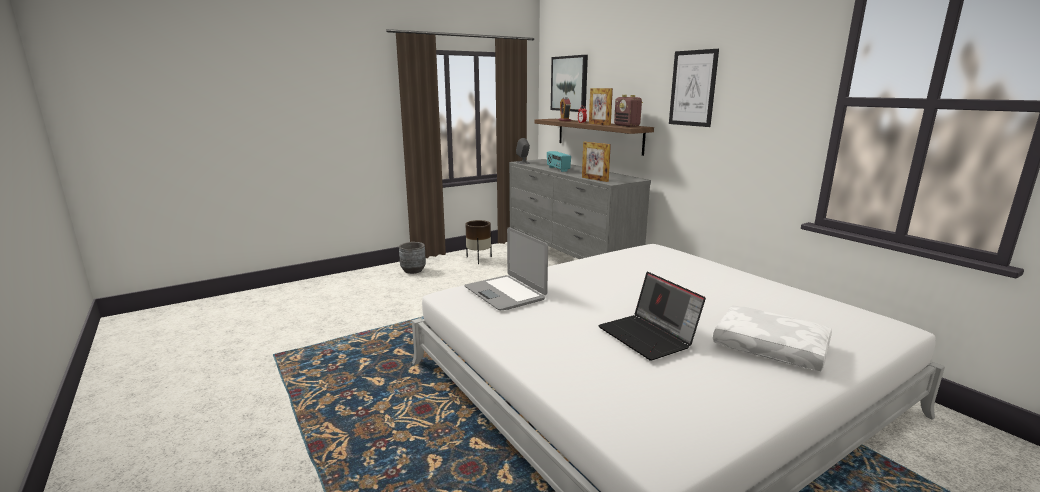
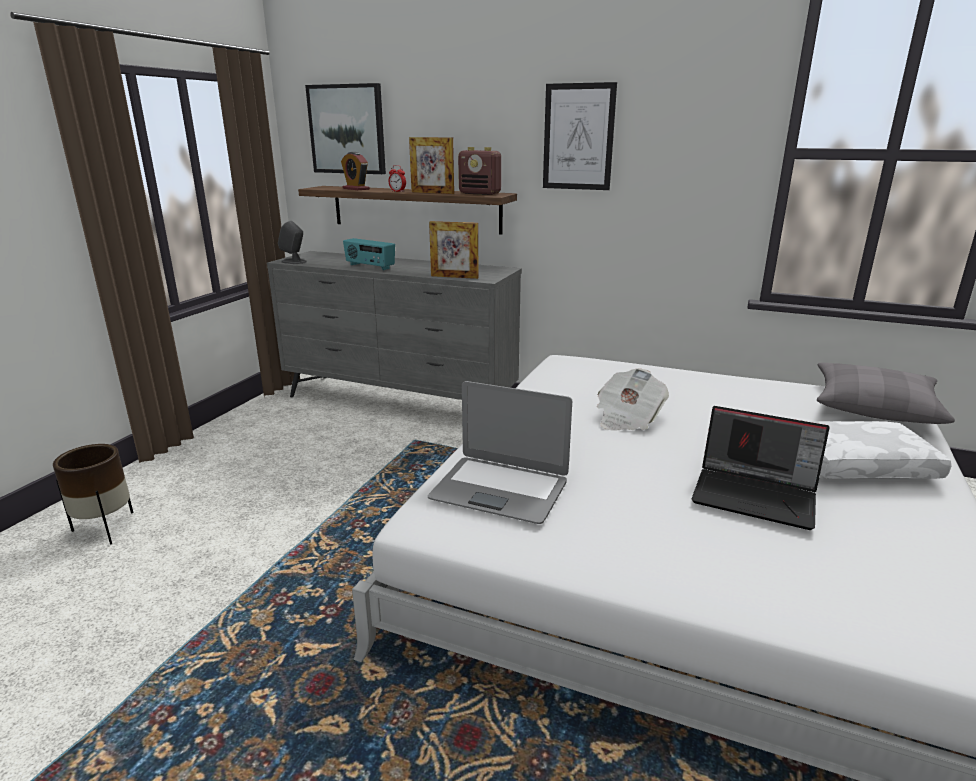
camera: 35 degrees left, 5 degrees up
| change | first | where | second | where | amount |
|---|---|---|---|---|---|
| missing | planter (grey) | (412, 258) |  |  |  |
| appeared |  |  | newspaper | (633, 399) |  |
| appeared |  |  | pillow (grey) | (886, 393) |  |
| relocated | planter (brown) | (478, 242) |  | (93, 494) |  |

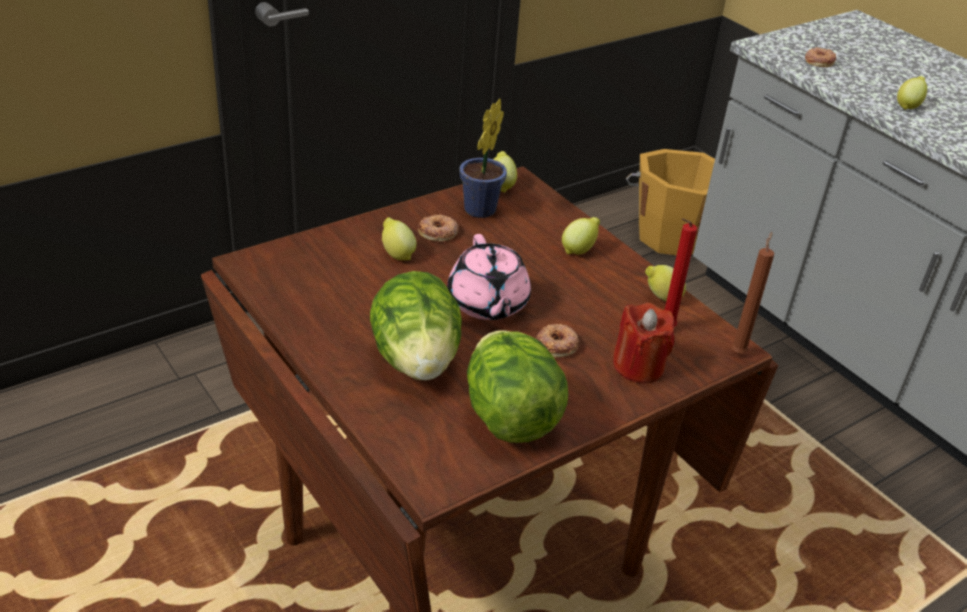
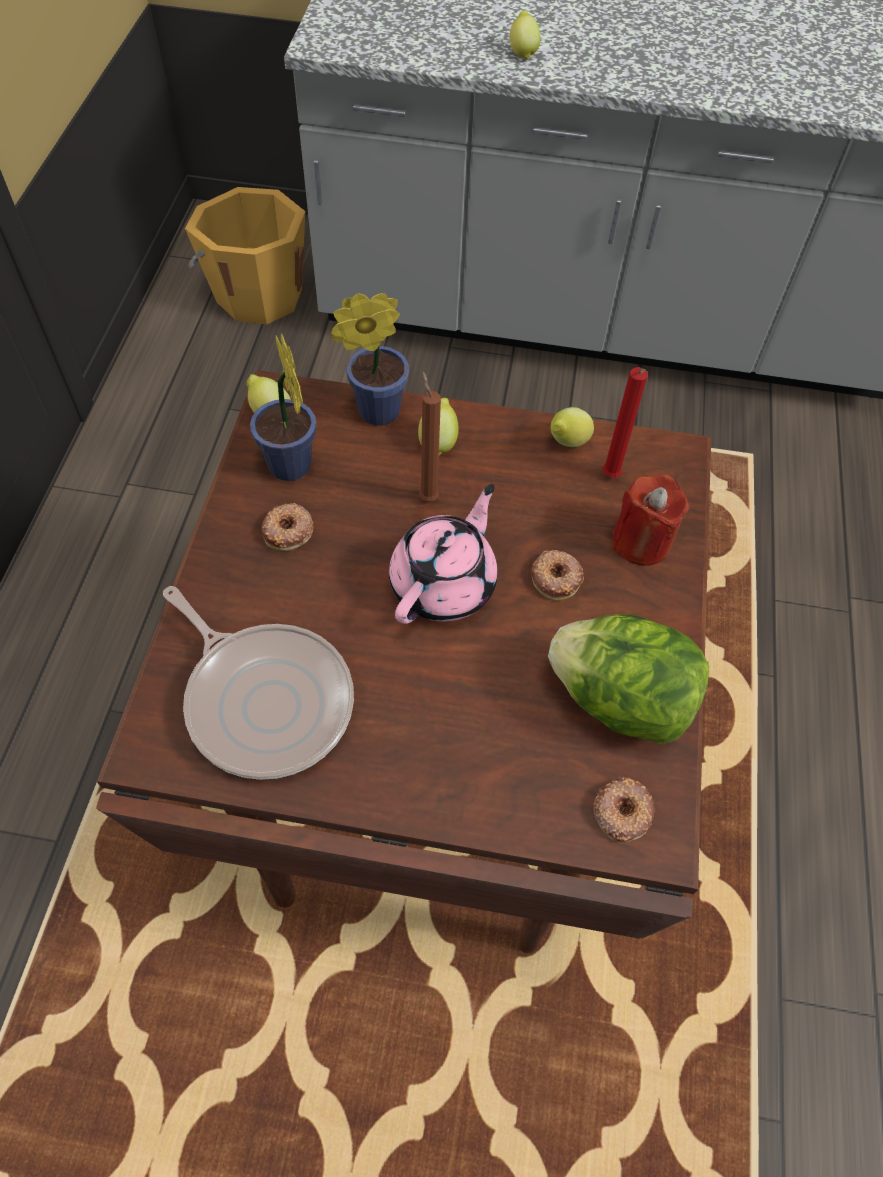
camera: 45 degrees left, 20 degrees up
| change | first | where | second | where | amount |
|---|---|---|---|---|---|
| missing | lettuce | (416, 326) |  |  |  |
| missing | lemon | (399, 238) |  |  |  |
| appeared |  |  | frying pan | (258, 683) |  |
| appeared |  |  | potted plant | (370, 359) |  |
| relocated | candle (brown) | (752, 293) |  | (430, 436) |  |
| relocated | donut | (820, 57) |  | (623, 809) |  |
| spun | teapot (pink) | (489, 277) |  | (443, 554) | 90 degrees counterclockwise |

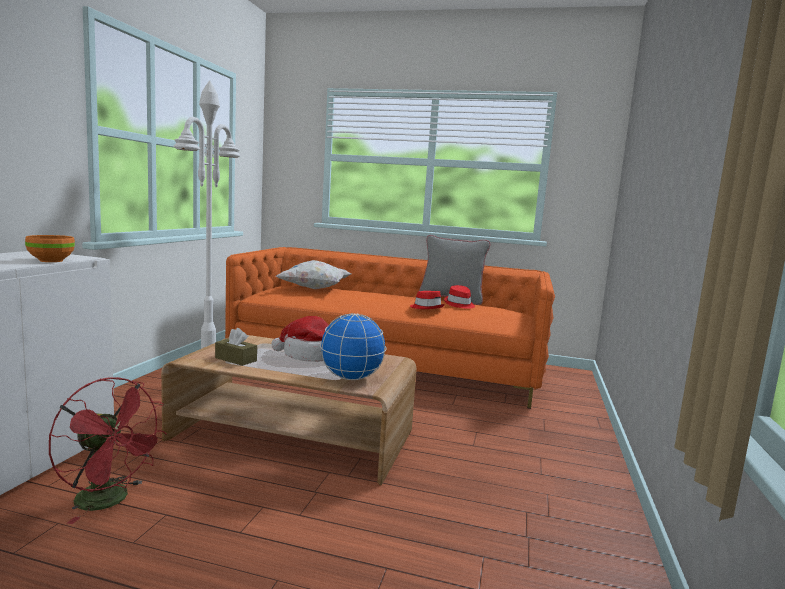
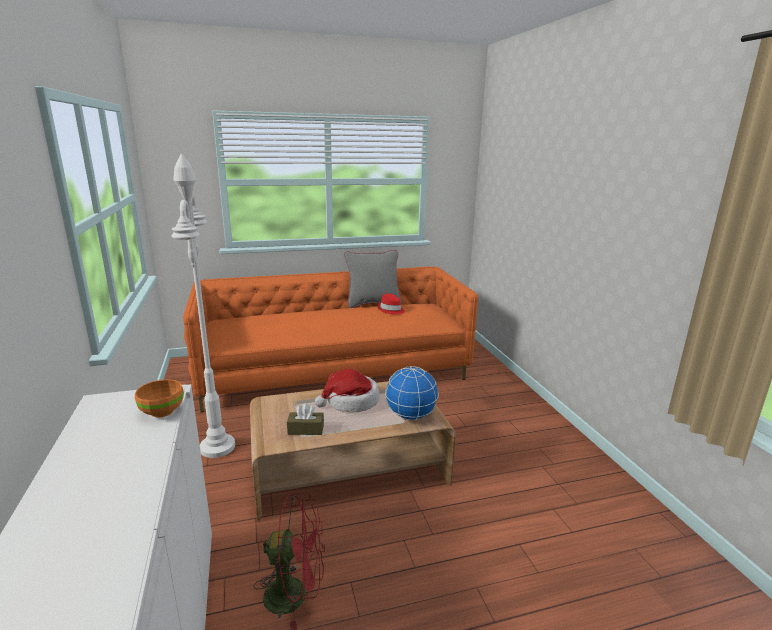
camera: 30 degrees left, 10 degrees up
| change | first | where | second | where | amount |
|---|---|---|---|---|---|
| missing | pillow (white) | (313, 274) |  |  |  |
| missing | hat (red) | (427, 300) |  |  |  |

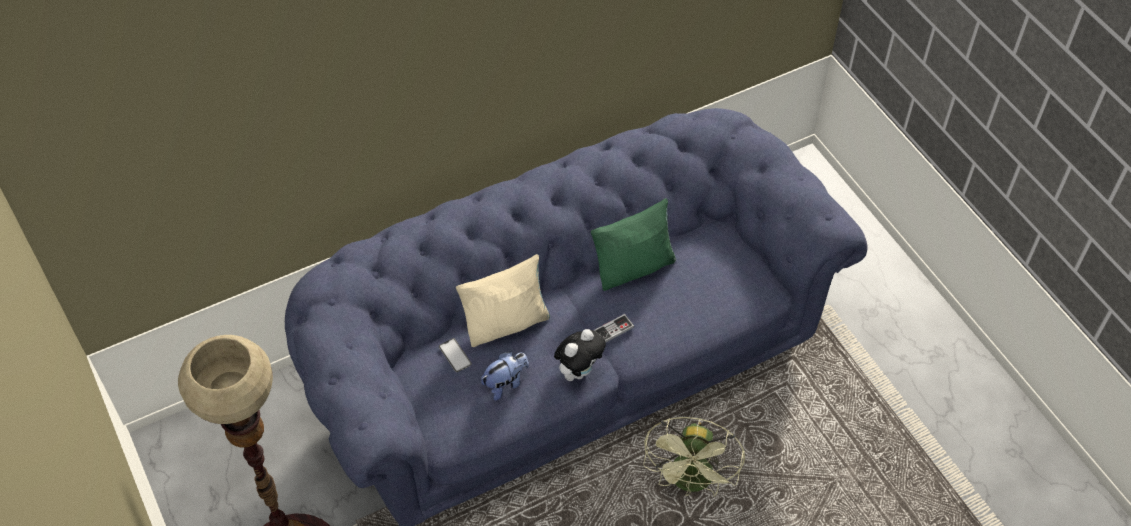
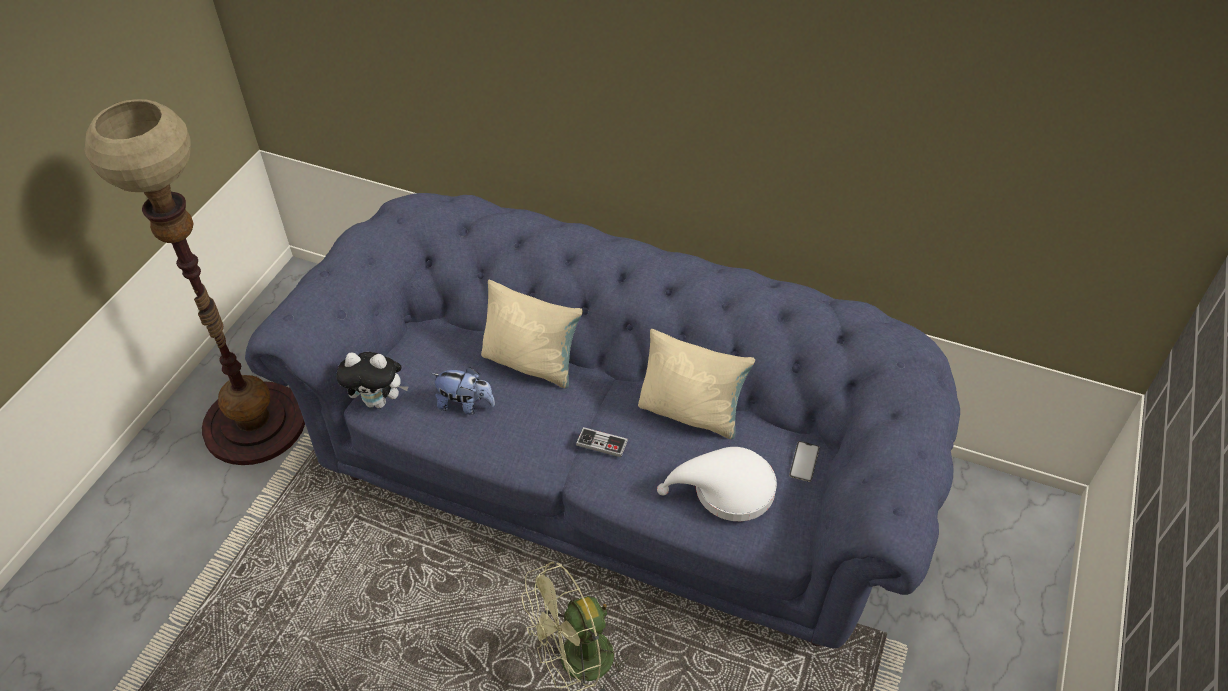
camera: 50 degrees right, 5 degrees down
| change | first | where | second | where | amount |
|---|---|---|---|---|---|
| appeared |  |  | hat (white) | (717, 484) |  |
| relocated | phone | (455, 355) |  | (804, 461) |  |
| relocated | plush toy | (580, 355) |  | (372, 380) |  |
| colour | pillow (green) | (633, 244) | pillow (beige) | (696, 384) |  |

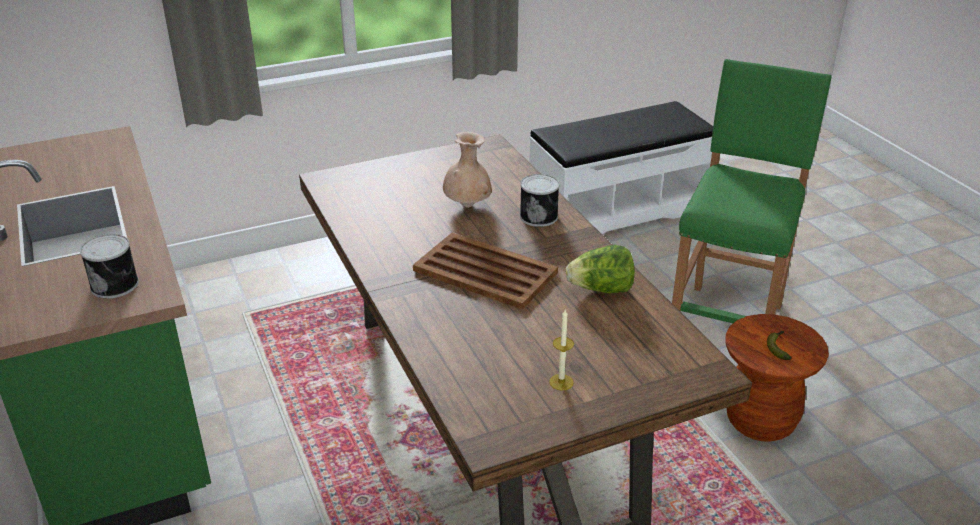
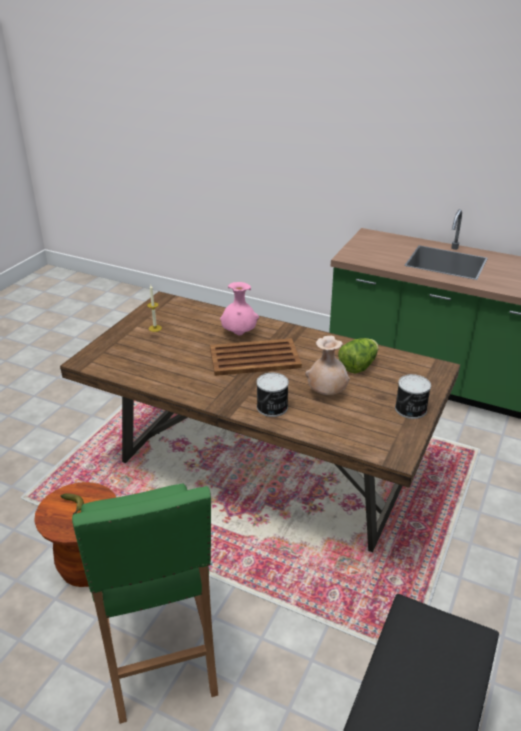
camera: 140 degrees right, 0 degrees up
| change | first | where | second | where | amount |
|---|---|---|---|---|---|
| appeared |  |  | vase (pink) | (239, 309) |  |
| relocated | can | (109, 266) |  | (413, 396) |  |
| relocated | lettuce | (600, 269) |  | (358, 356) |  |

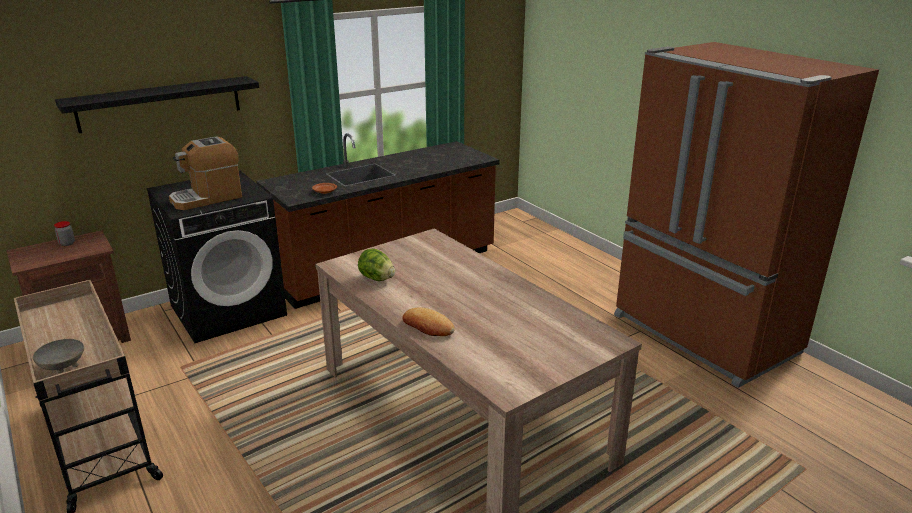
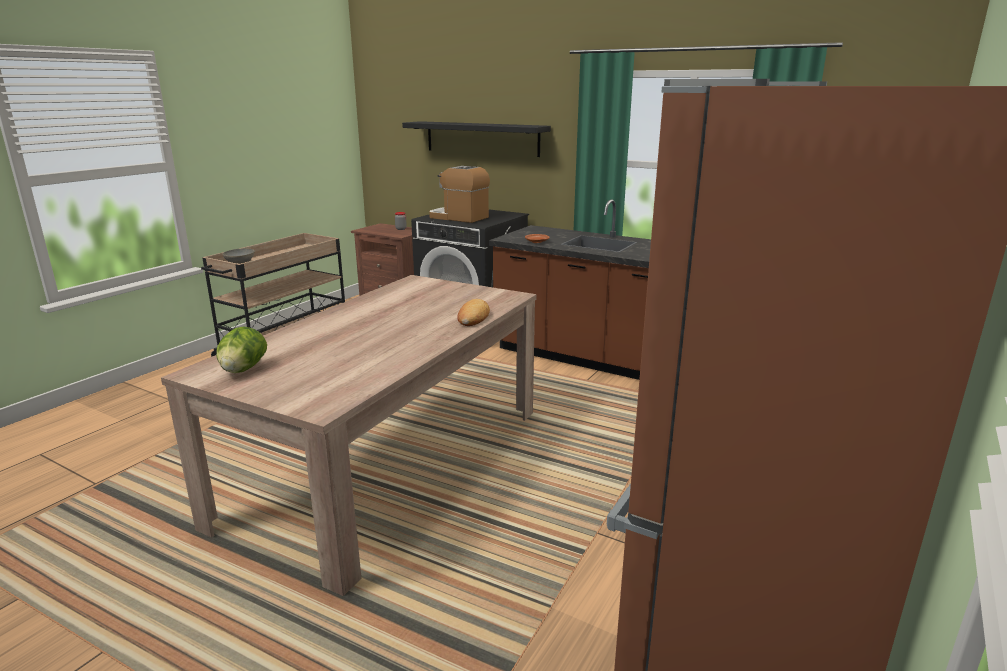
camera: 65 degrees right, 5 degrees down
| change | first | where | second | where | amount |
|---|---|---|---|---|---|
| relocated | lettuce | (376, 265) |  | (241, 350) |  |
| relocated | bread | (429, 321) |  | (473, 312) |  |

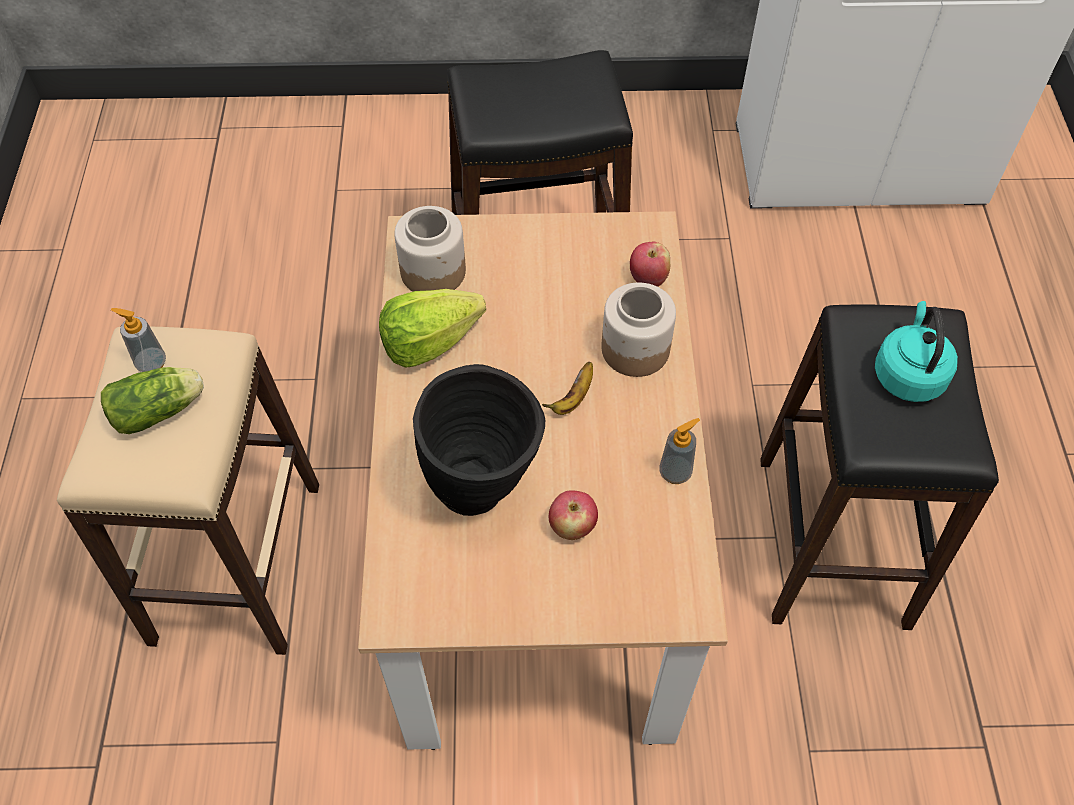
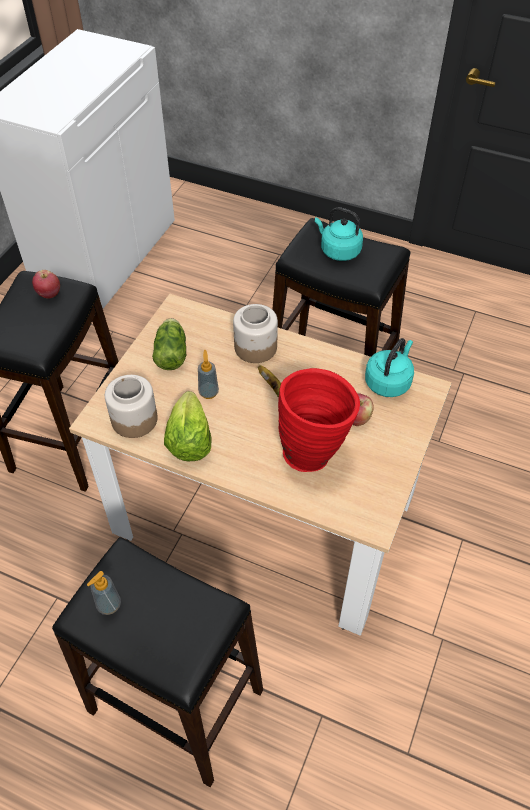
camera: 65 degrees left, 5 degrees down
| change | first | where | second | where | amount |
|---|---|---|---|---|---|
| appeared |  |  | kettle (turquoise) | (389, 367) |  |
| relocated | lettuce | (152, 400) |  | (169, 344) |  |
| relocated | apple | (650, 264) |  | (46, 284) |  |
| relocated | soap dispenser | (679, 451) |  | (208, 374) |  |
| colour | stool (beige) | (188, 491) | stool (black) | (157, 662) |  |
| colour | vase (black) | (479, 440) | vase (red) | (319, 420) |  |

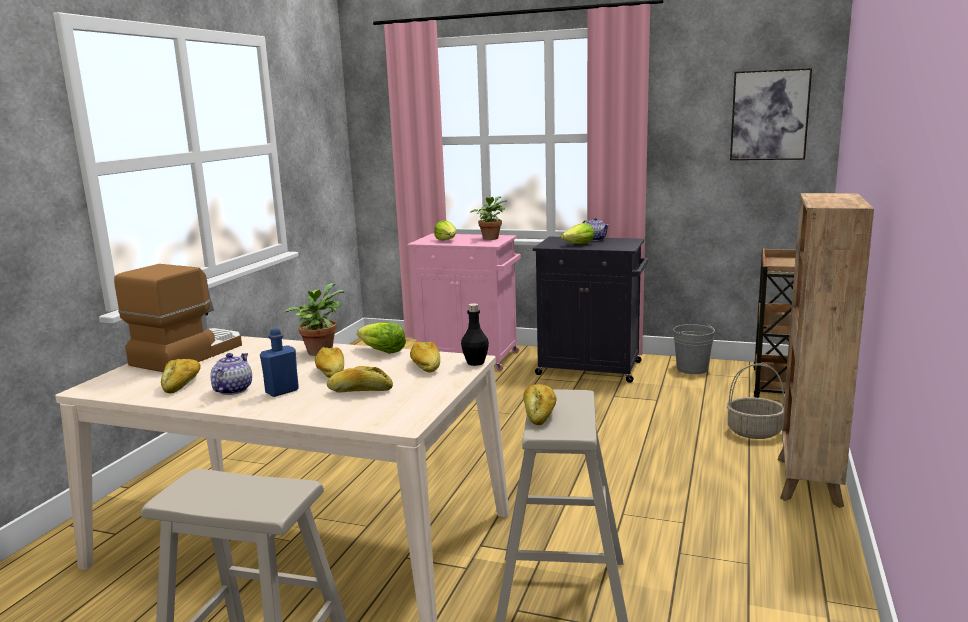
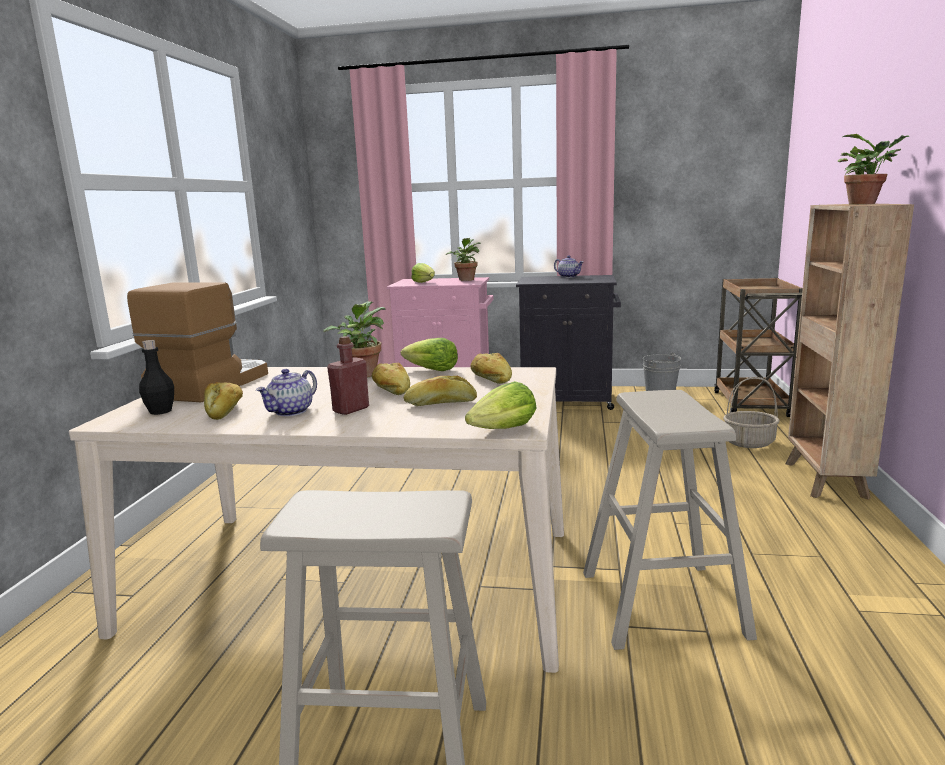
camera: 10 degrees left, 0 degrees up
| change | first | where | second | where | amount |
|---|---|---|---|---|---|
| missing | bread | (540, 404) |  |  |  |
| missing | picture | (771, 114) |  |  |  |
| appeared |  |  | potted plant | (873, 169) |  |
| relocated | bottle (black) | (475, 334) |  | (156, 377) |  |
| relocated | lettuce | (577, 233) |  | (501, 405) |  |
| colour | bottle (blue) | (279, 362) | bottle (red) | (348, 375) |  |
| spun | teapot | (231, 374) |  | (286, 392) | 150 degrees counterclockwise |

